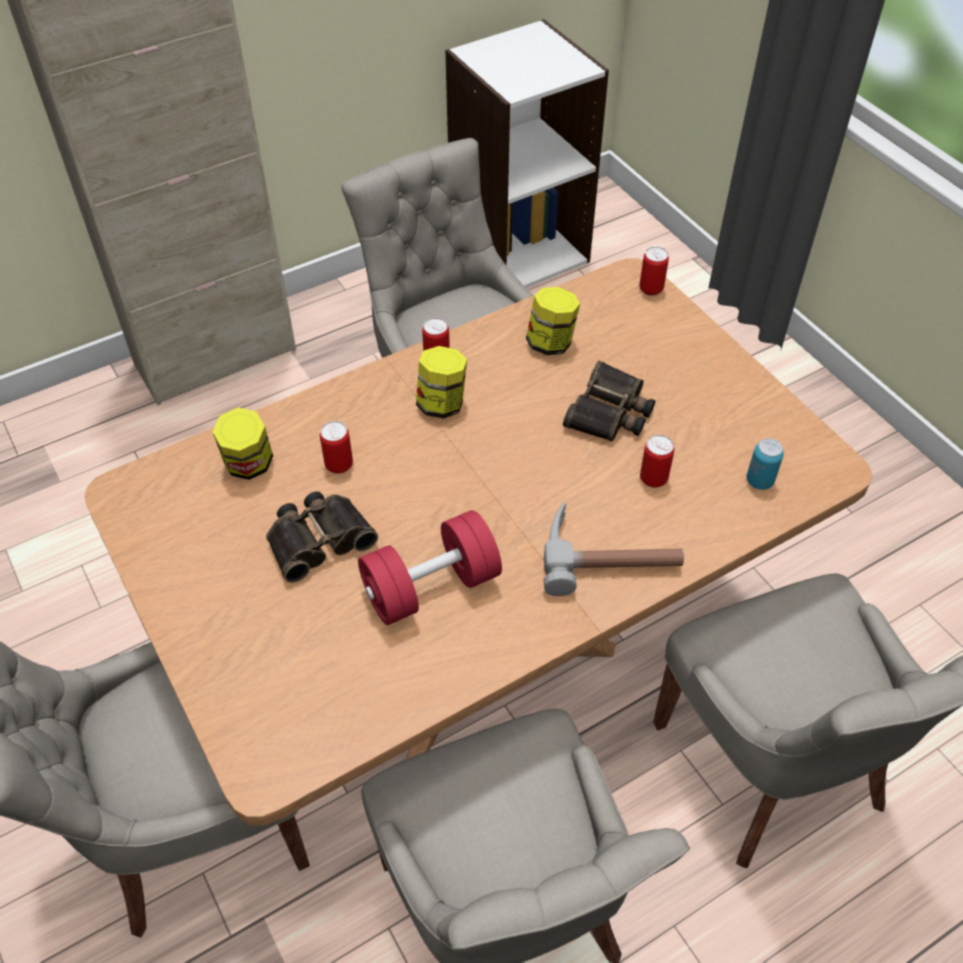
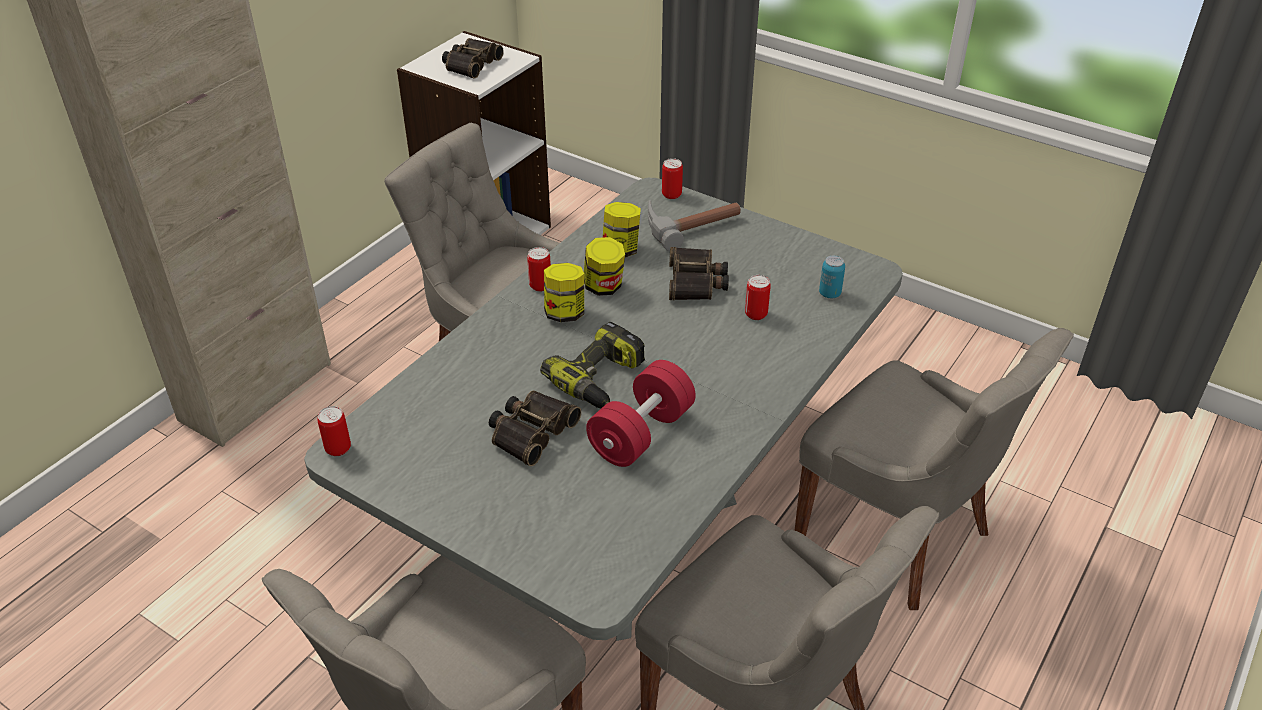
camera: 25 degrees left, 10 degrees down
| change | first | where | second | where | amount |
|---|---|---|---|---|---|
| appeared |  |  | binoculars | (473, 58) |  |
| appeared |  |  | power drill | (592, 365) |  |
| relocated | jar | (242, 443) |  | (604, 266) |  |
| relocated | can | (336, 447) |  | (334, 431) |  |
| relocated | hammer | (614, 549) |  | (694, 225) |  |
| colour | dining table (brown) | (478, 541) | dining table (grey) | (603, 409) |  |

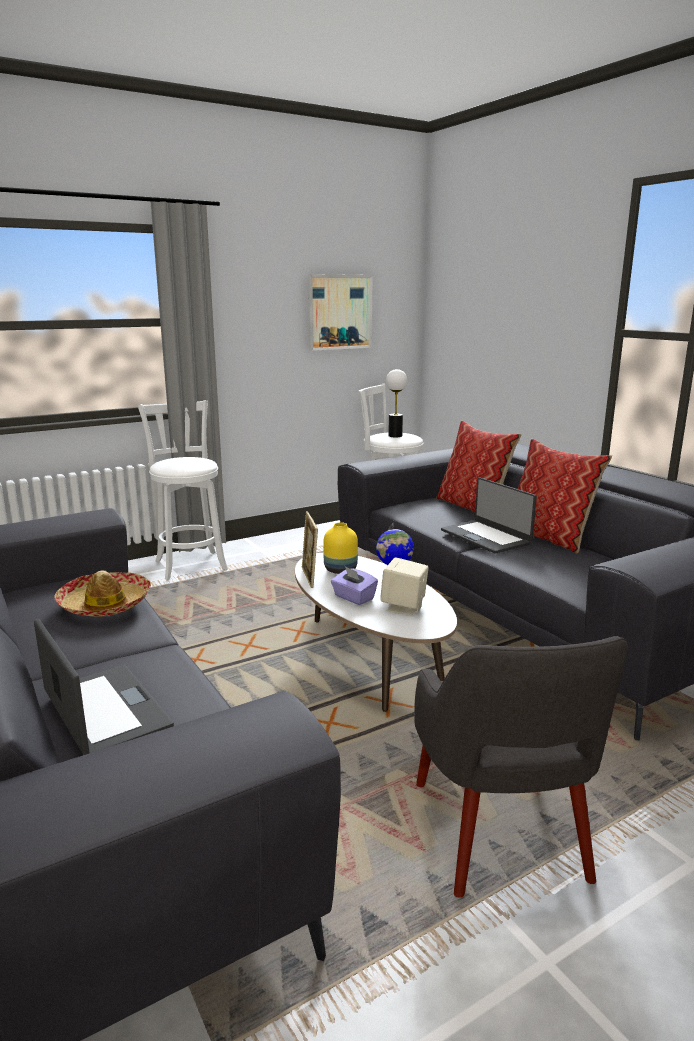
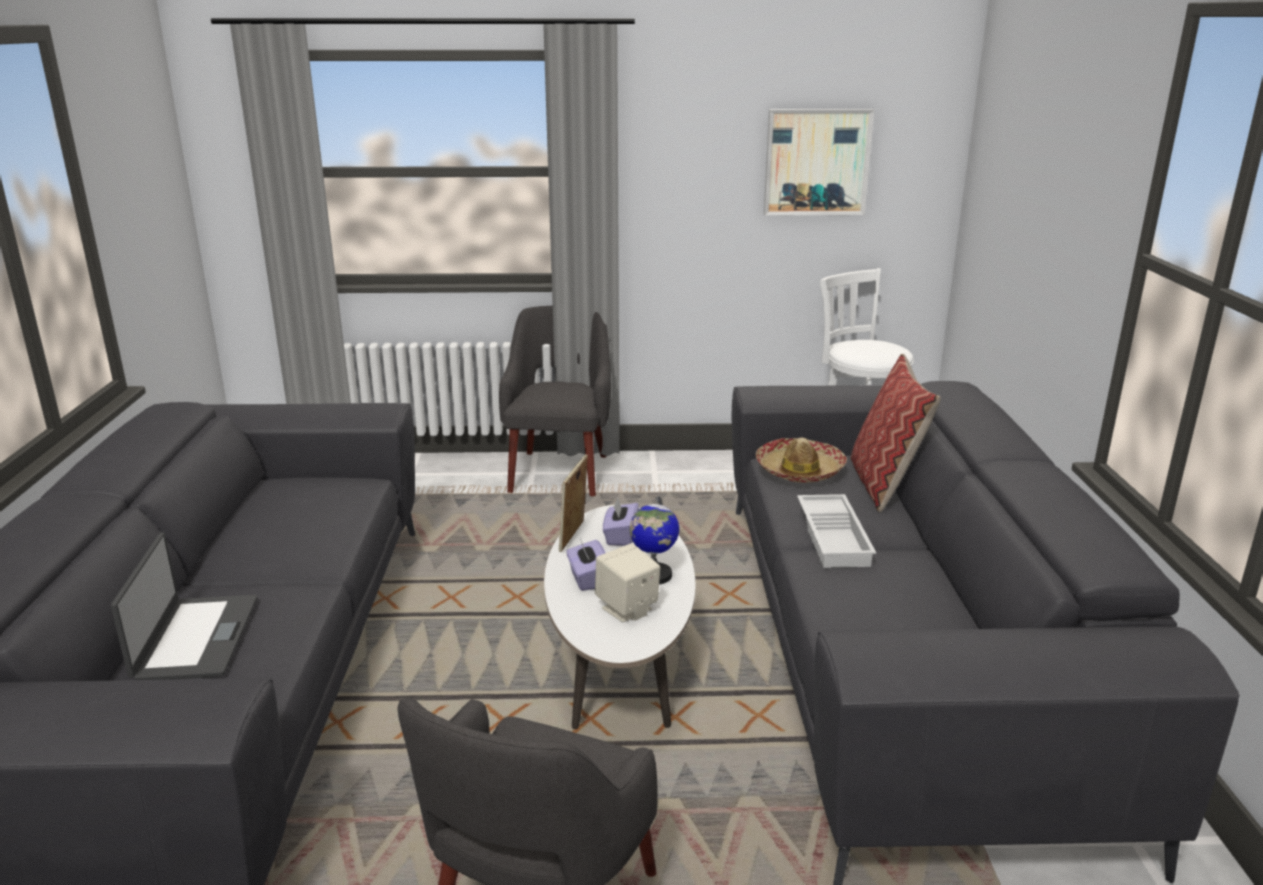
camera: 30 degrees right, 5 degrees up
| change | first | where | second | where | amount |
|---|---|---|---|---|---|
| missing | table lamp | (396, 403) |  |  |  |
| missing | pillow | (565, 496) |  |  |  |
| relocated | hat | (102, 594) |  | (801, 460) |  |
| exchanged | stool (white) | (183, 489) | armchair (grey) | (555, 401) |  |
| exchanged | vase (yellow) | (340, 548) | tissue box (purple) | (621, 522) |  |
| exchanged | laptop | (489, 515) | tray (white) | (836, 531) |  |

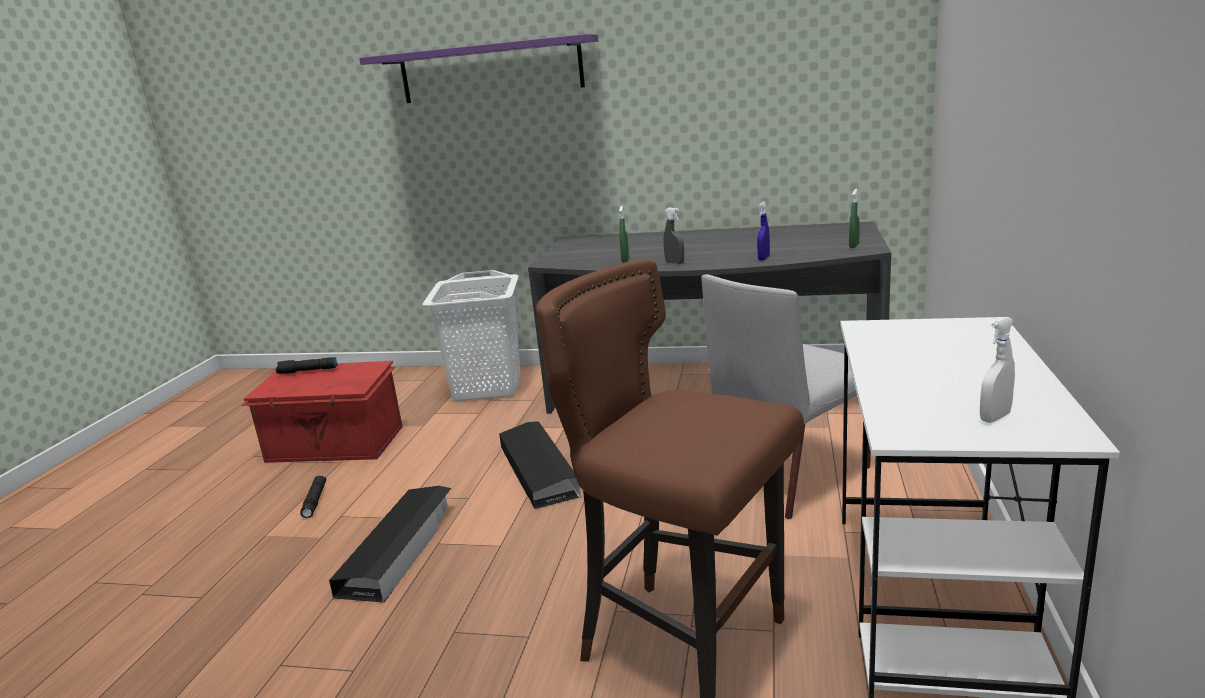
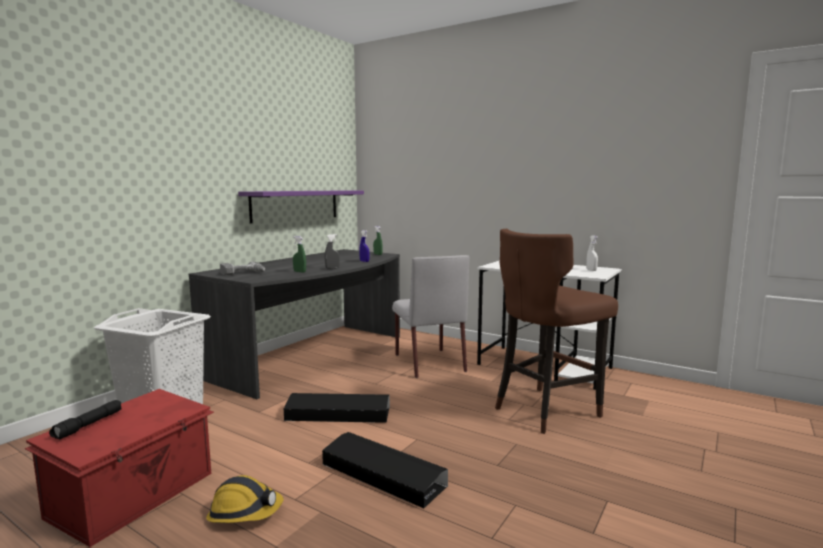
camera: 70 degrees left, 10 degrees down
| change | first | where | second | where | amount |
|---|---|---|---|---|---|
| appeared |  |  | power drill | (242, 268) |  |
| relocated | shelf (purple) | (478, 68) |  | (301, 207) |  |
| exchanged | flashlight (black) | (313, 497) | hard hat | (245, 499) |  |

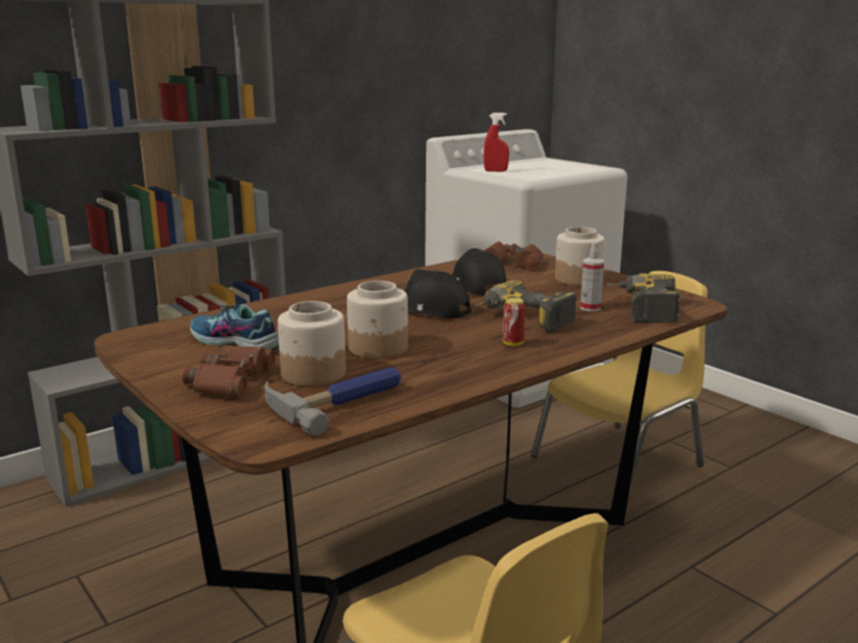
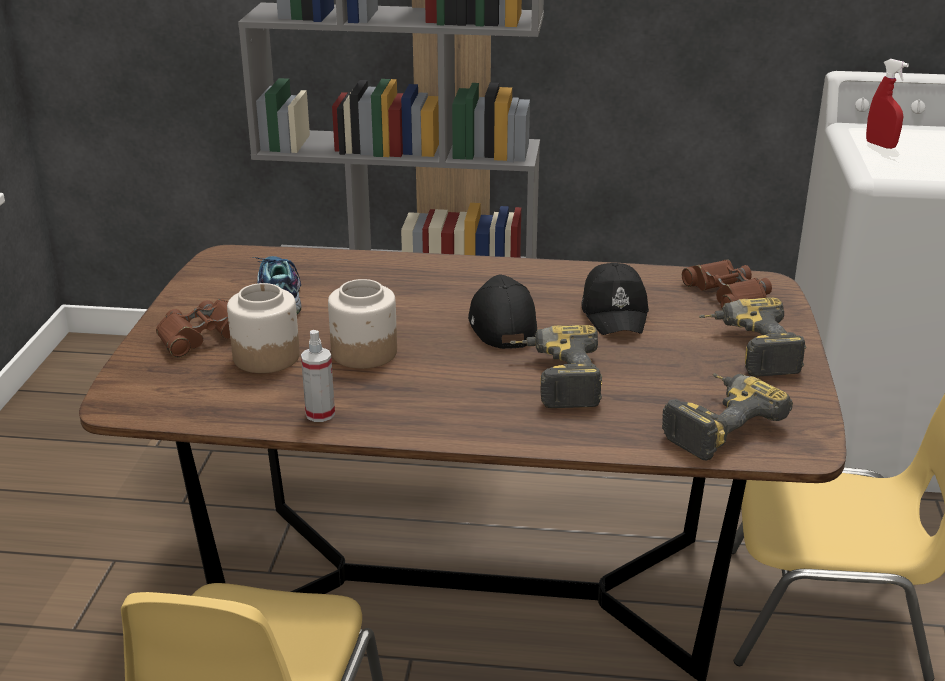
camera: 45 degrees right, 10 degrees up
| change | first | where | second | where | amount |
|---|---|---|---|---|---|
| missing | hammer | (333, 401) |  |  |  |
| missing | can | (514, 322) |  |  |  |
| relocated | spray bottle | (592, 277) |  | (318, 376) |  |
| exchanged | jar | (580, 256) | power drill | (752, 337) |  |
| spun | cap (black) | (479, 272) |  | (615, 299) | 150 degrees clockwise |

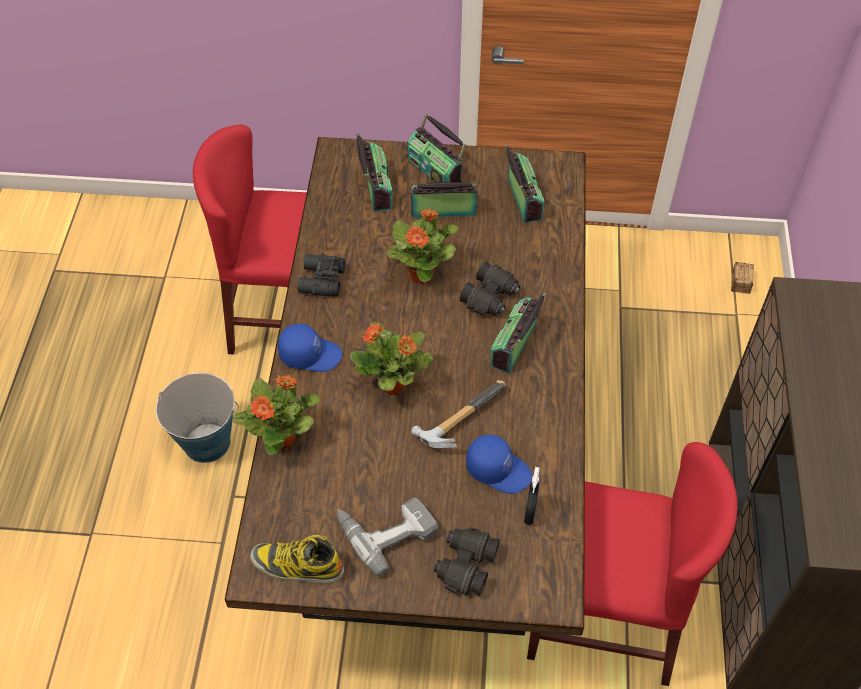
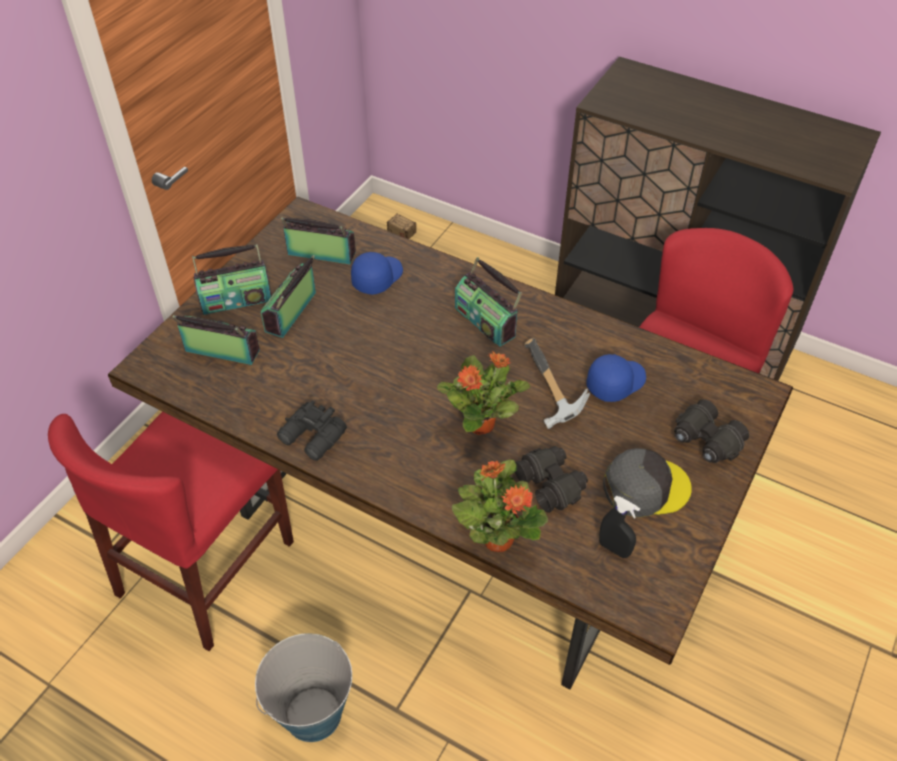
camera: 65 degrees left, 5 degrees down
| change | first | where | second | where | amount |
|---|---|---|---|---|---|
| missing | boot | (297, 559) |  |  |  |
| missing | potted plant | (423, 246) |  |  |  |
| relocated | cap (blue) | (310, 347) |  | (377, 273) |  |
| relocated | binoculars (black) | (490, 288) |  | (551, 479) |  |
| relocated | spray bottle (black) | (532, 496) |  | (619, 527) |  |
| exchanged | power drill | (387, 537) | cap (grey) | (647, 482) |  |

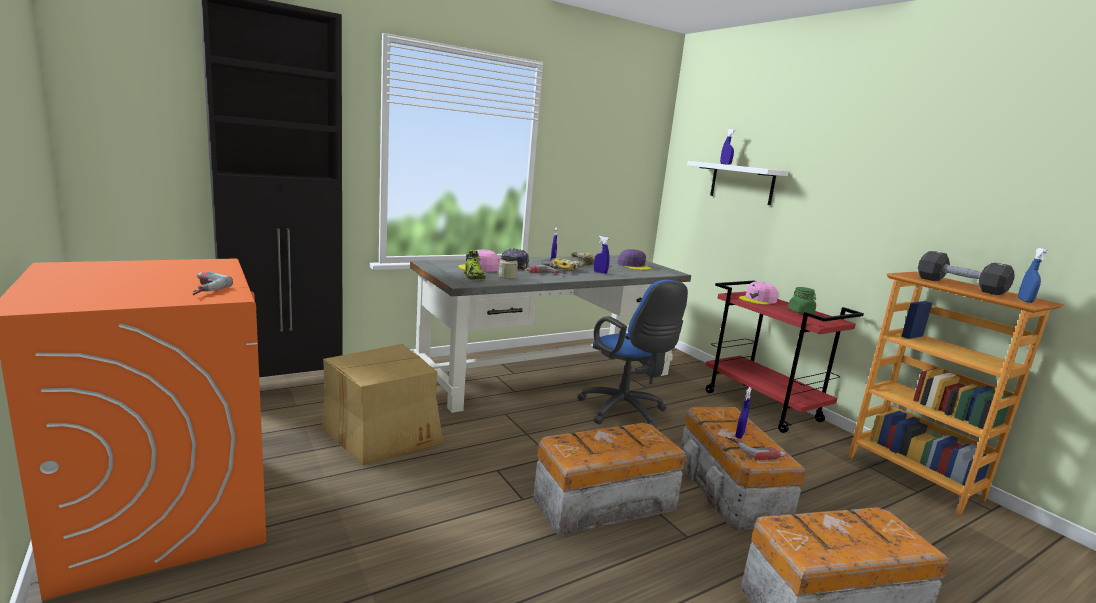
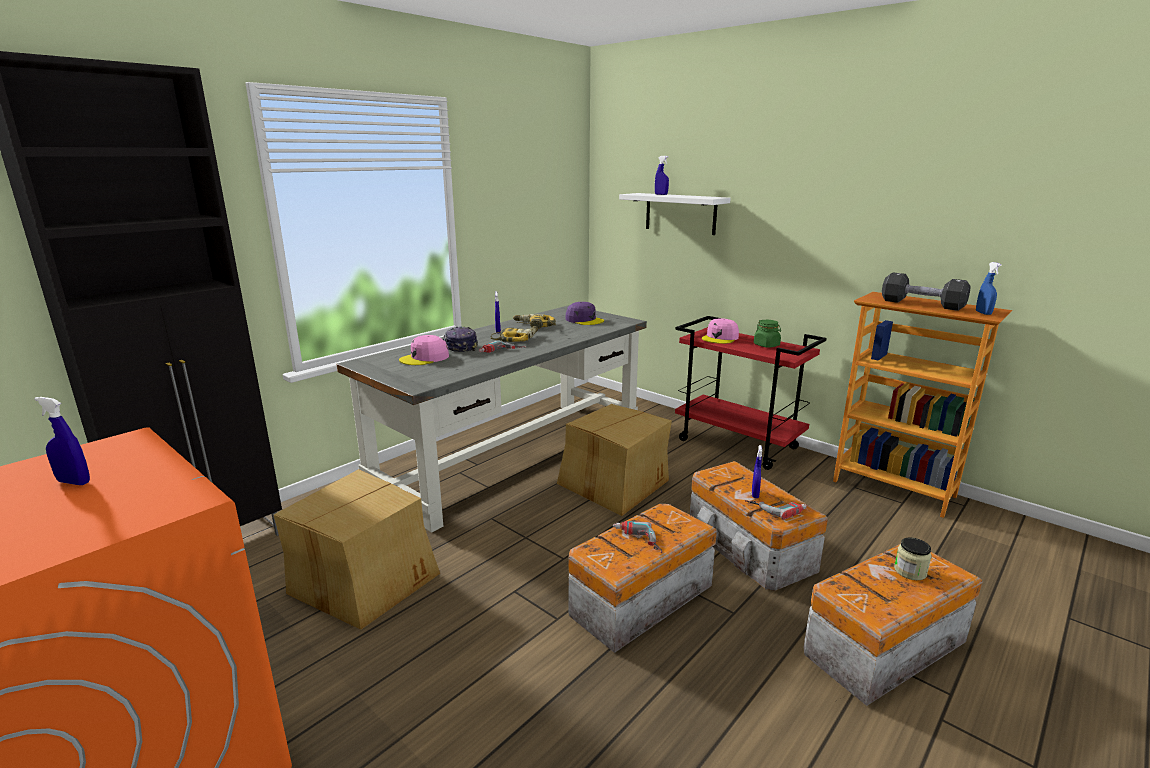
camera: 15 degrees left, 5 degrees up
| change | first | where | second | where | amount |
|---|---|---|---|---|---|
| missing | shoe | (475, 265) |  |  |  |
| relocated | power drill | (212, 283) |  | (637, 537) |  |
| relocated | jar | (508, 267) |  | (913, 558) |  |
| relocated | spray bottle (blue) | (602, 255) |  | (62, 441) |  |
| exchanged | office chair (blue) | (632, 354) | cardboard box | (614, 460) |  |

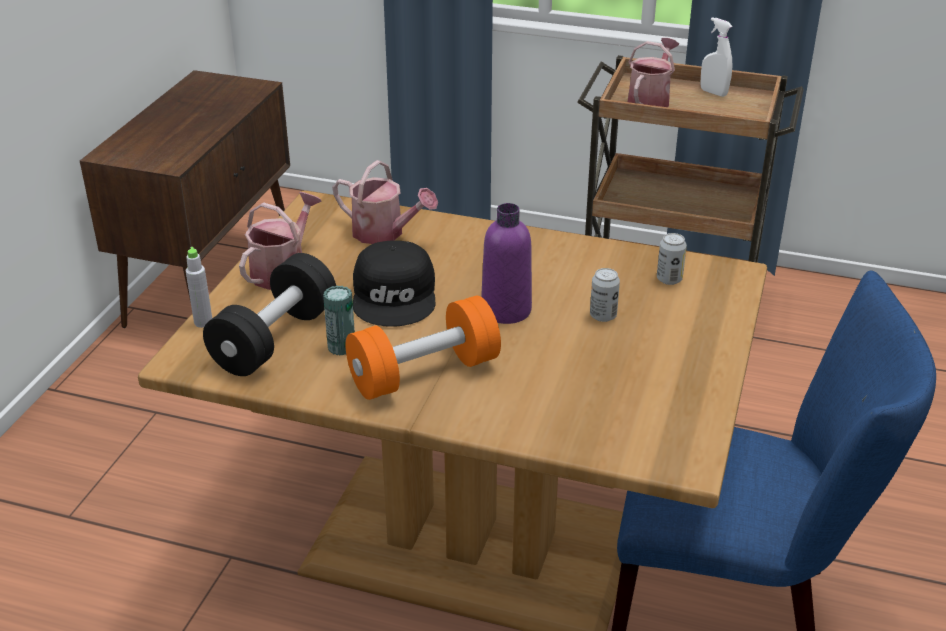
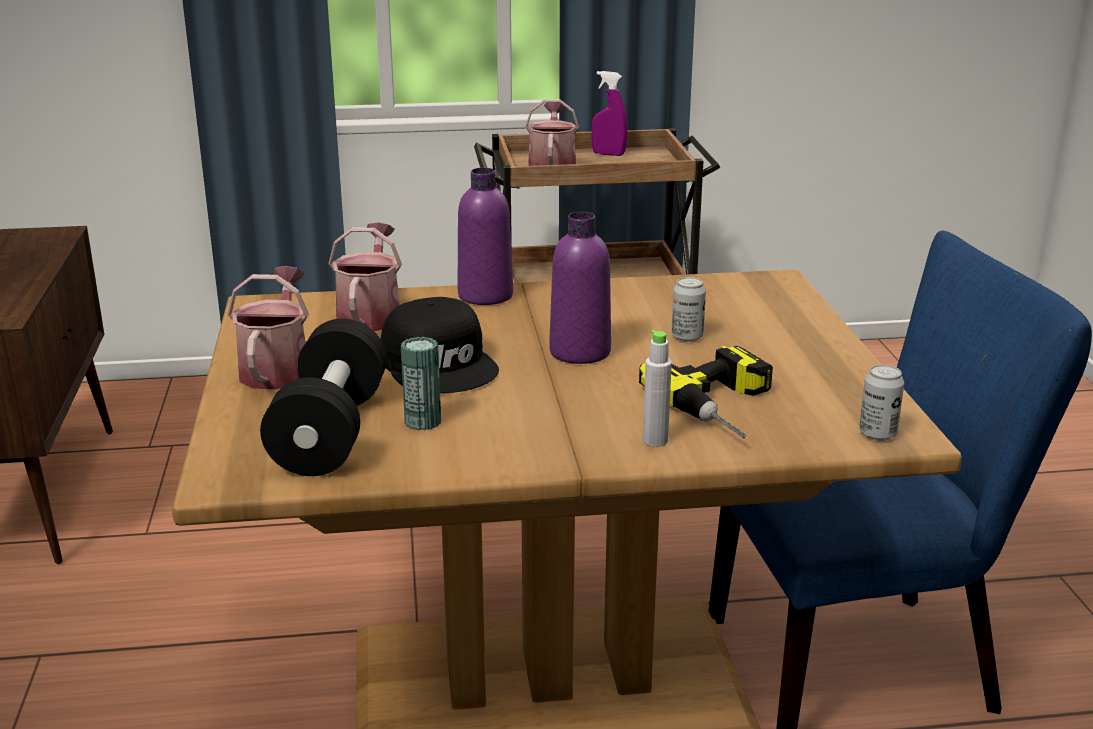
camera: 25 degrees left, 10 degrees down
| change | first | where | second | where | amount |
|---|---|---|---|---|---|
| missing | dumbbell (orange) | (423, 348) |  |  |  |
| appeared |  |  | bottle (purple) | (485, 236) |  |
| appeared |  |  | power drill | (706, 392) |  |
| relocated | bottle (grey) | (199, 287) |  | (657, 388) |  |
| relocated | can | (672, 259) |  | (881, 403) |  |
| colour | spray bottle (white) | (716, 57) | spray bottle (purple) | (609, 113) |  |
| spun | watering can | (385, 202) |  | (365, 276) | 90 degrees counterclockwise |

